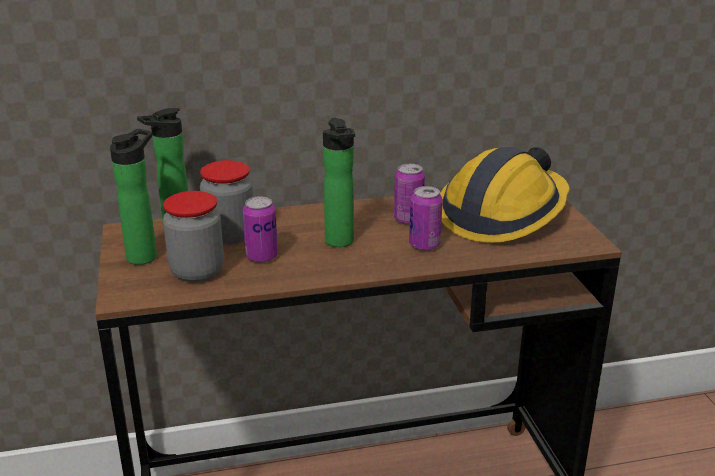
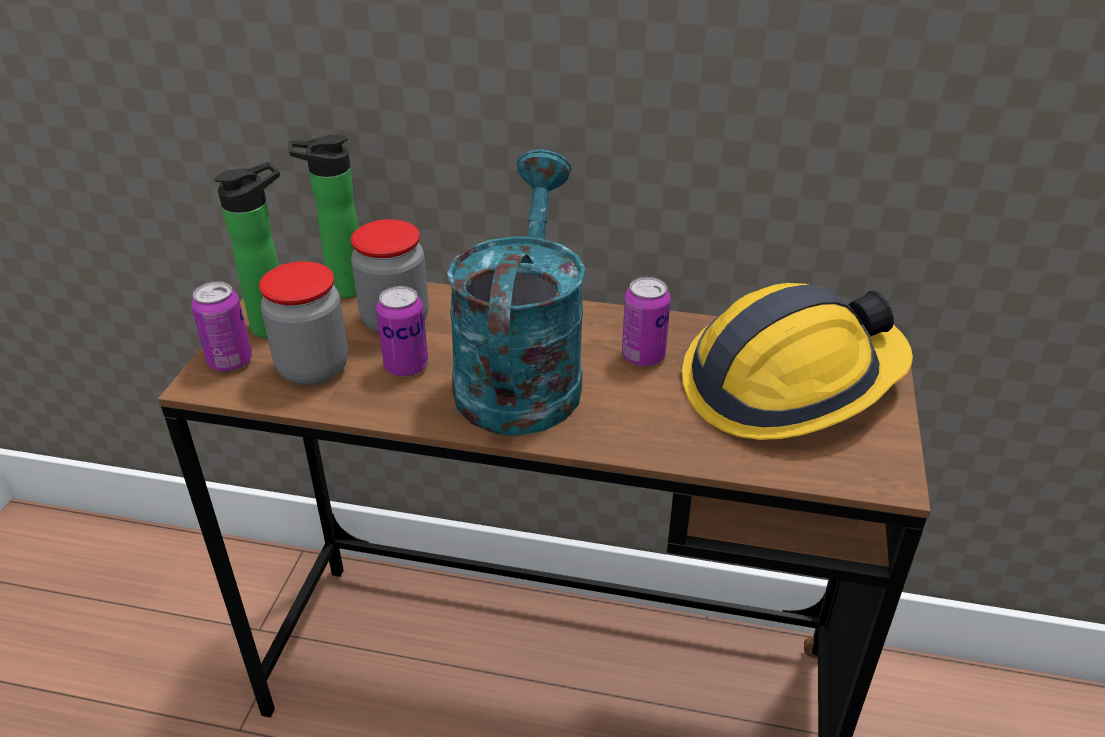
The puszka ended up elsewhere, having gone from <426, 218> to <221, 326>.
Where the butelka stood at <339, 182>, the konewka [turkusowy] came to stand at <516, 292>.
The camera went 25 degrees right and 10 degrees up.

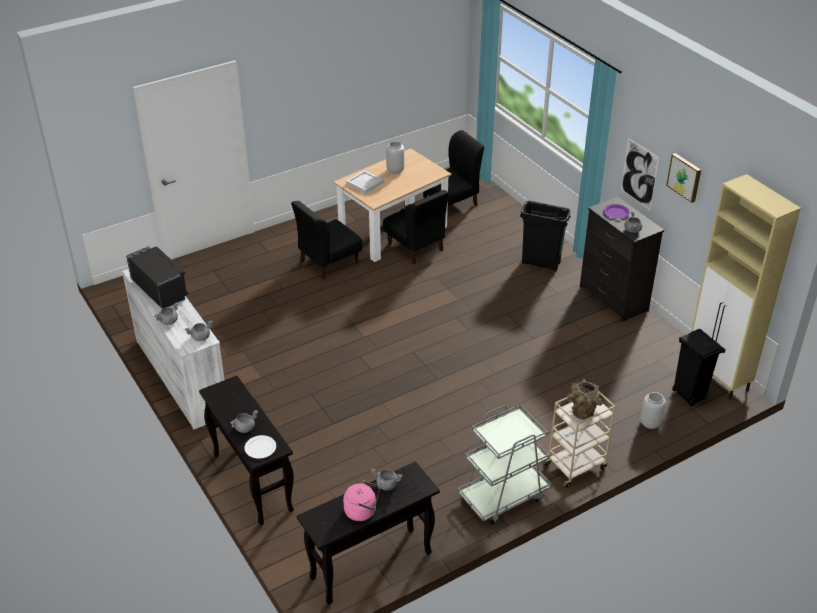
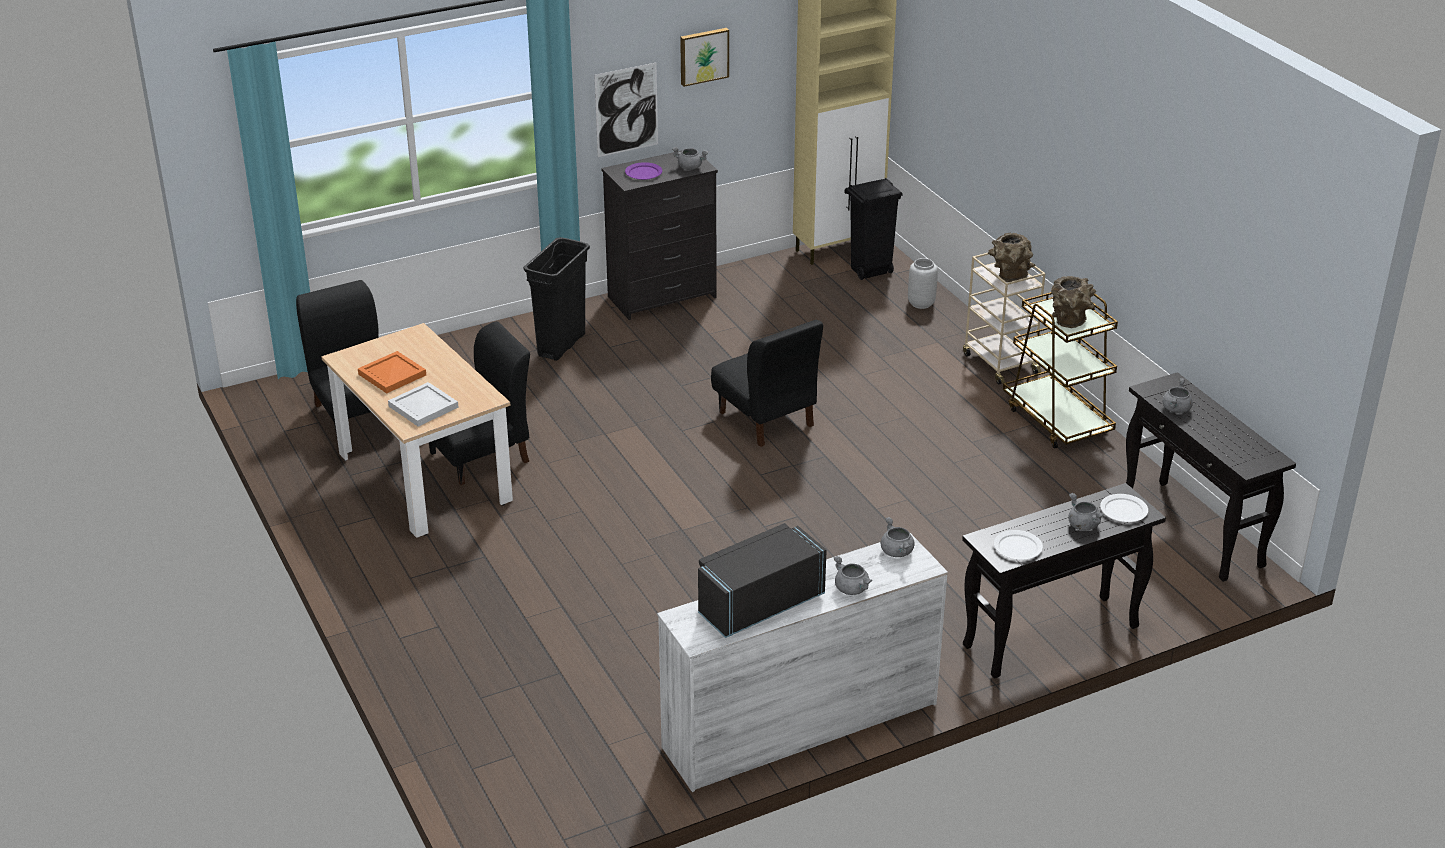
Where the wazon [szary] stood at <395, 157>, the taca [pomarańczowy] came to stand at <392, 372>.
The krzesło [czarny] ended up elsewhere, having gone from <326, 240> to <767, 383>.
The second view gained the talerz [biały] at <1018, 545>.
What was the wózek [szary] at <505, 464> turned into the wózek [brązowy] at <1060, 370>.
The second view gained the wazon [brązowy] at <1073, 302>.
The second view lost the czajnik [różowy] at <361, 500>.
The camera went 85 degrees left and 5 degrees down.

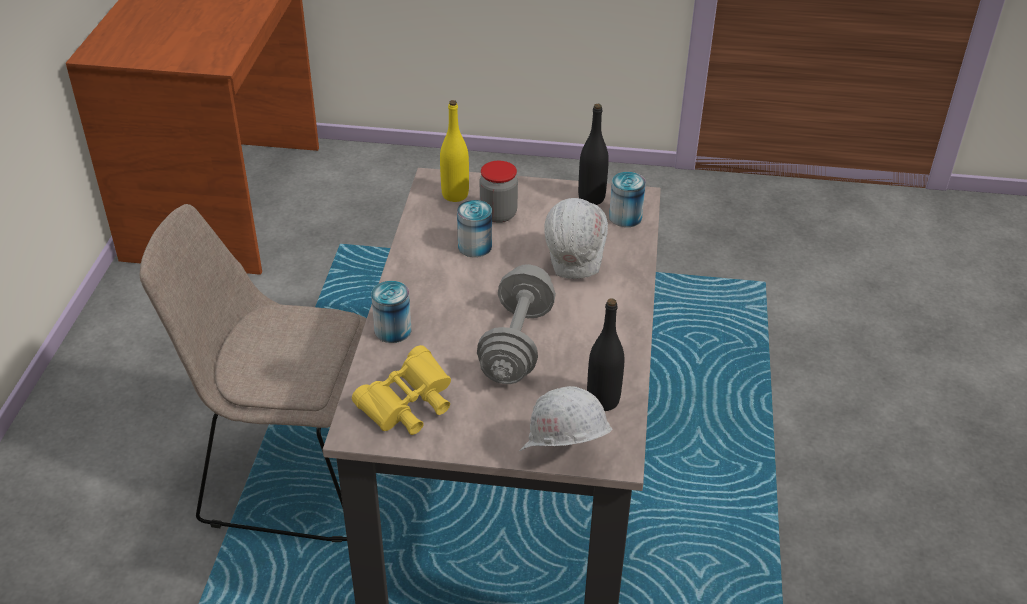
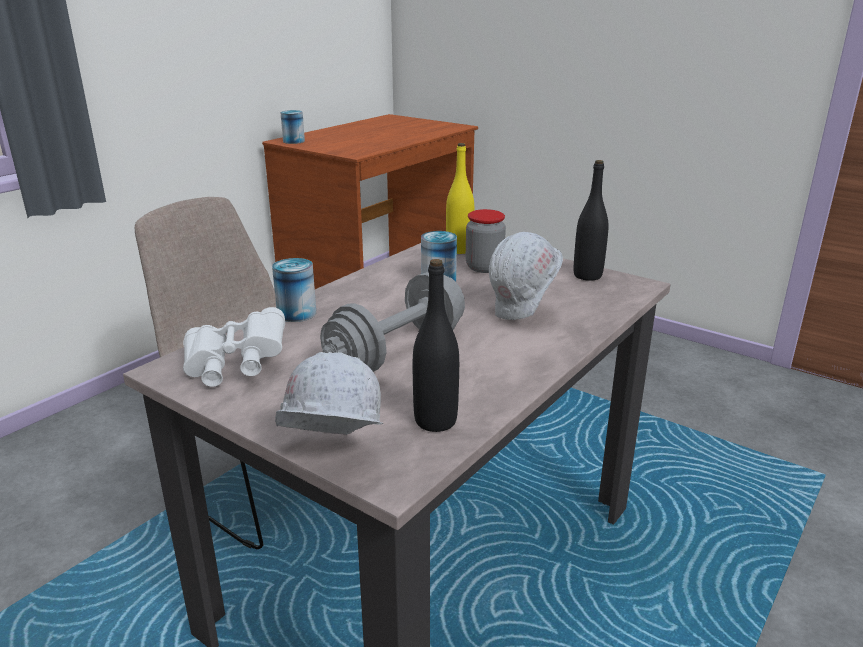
What was the lornetka [żółty] at <401, 390> turned into the lornetka [biały] at <234, 347>.
The puszka ended up elsewhere, having gone from <627, 199> to <292, 127>.
The camera went 30 degrees right and 15 degrees down.

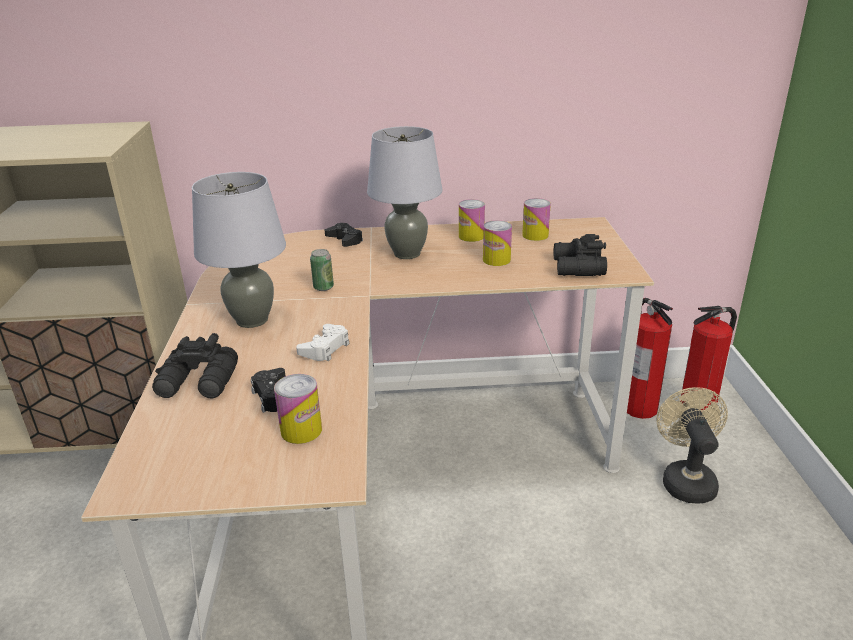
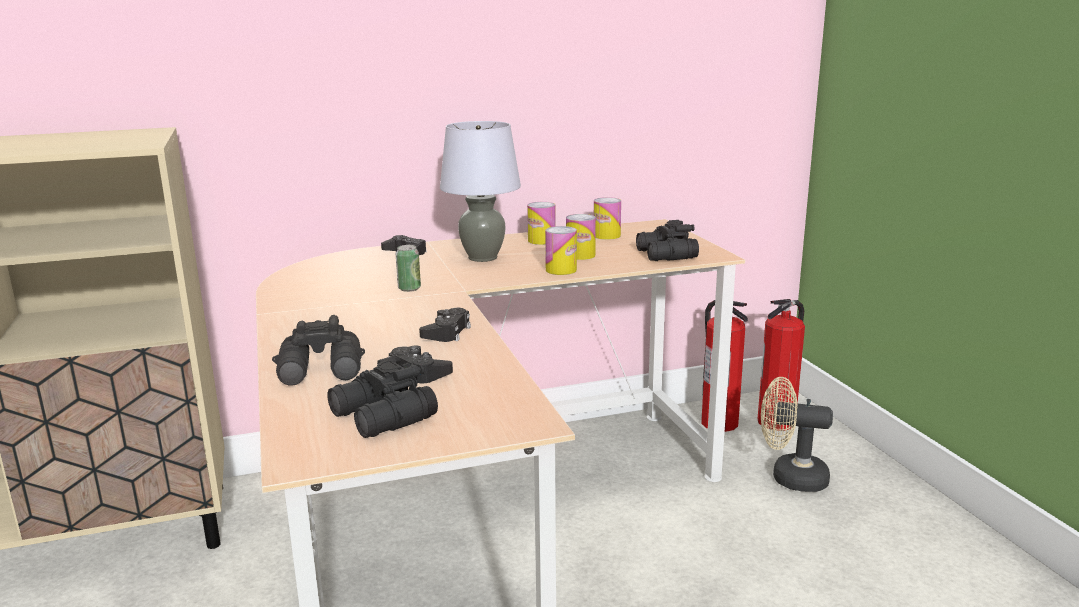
The second view gained the lornetka [czarny] at <382, 397>.
What was the pad do gier [biały] at <323, 342> turned into the pad do gier [czarny] at <445, 324>.
The puszka ended up elsewhere, having gone from <298, 409> to <561, 250>.
The wentylator [beżowy] at <692, 445> ended up facing another way, 60 degrees counterclockwise from before.
The second view lost the lampa stołowa [szary] at <239, 250>.
The camera went 15 degrees left and 10 degrees down.

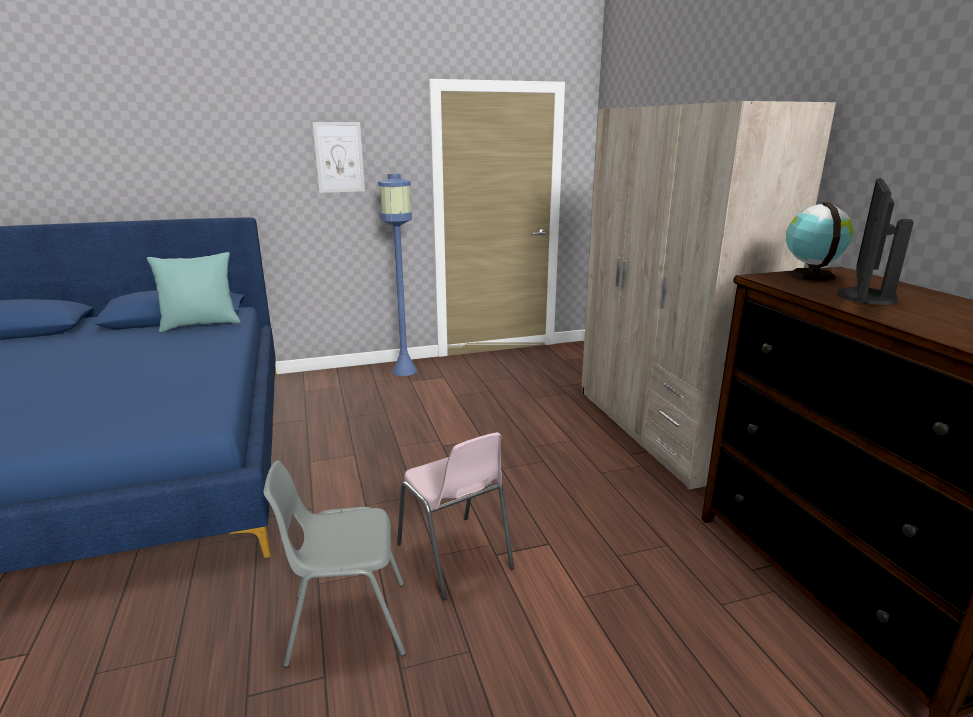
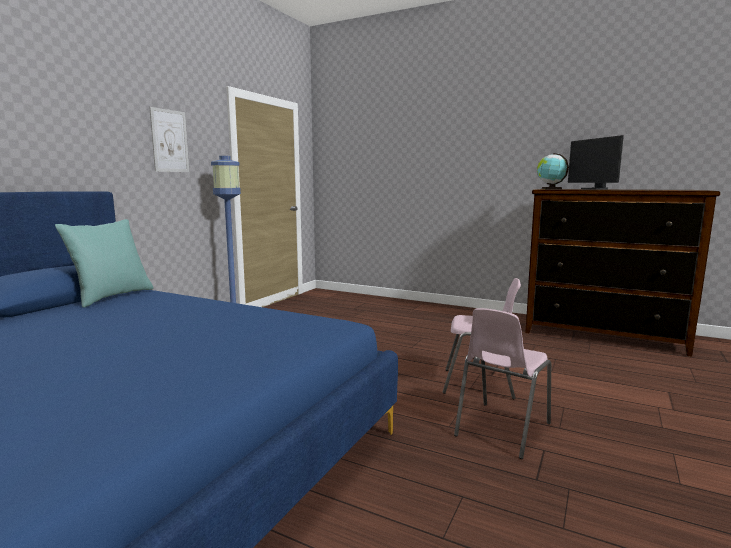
What was the krzesło [szary] at <334, 563> turned into the krzesło [różowy] at <502, 383>.
The second view lost the szafa [beżowy] at <708, 295>.
The camera went 45 degrees left and 10 degrees down.

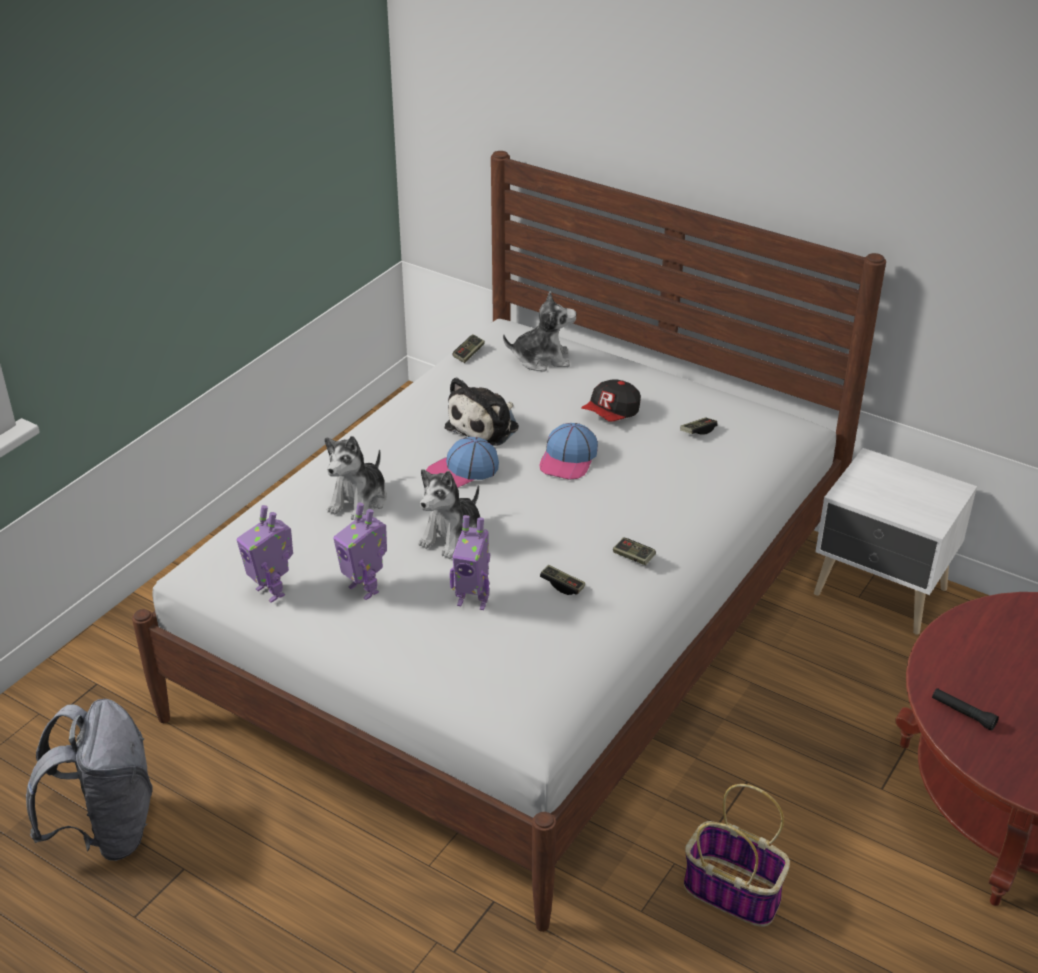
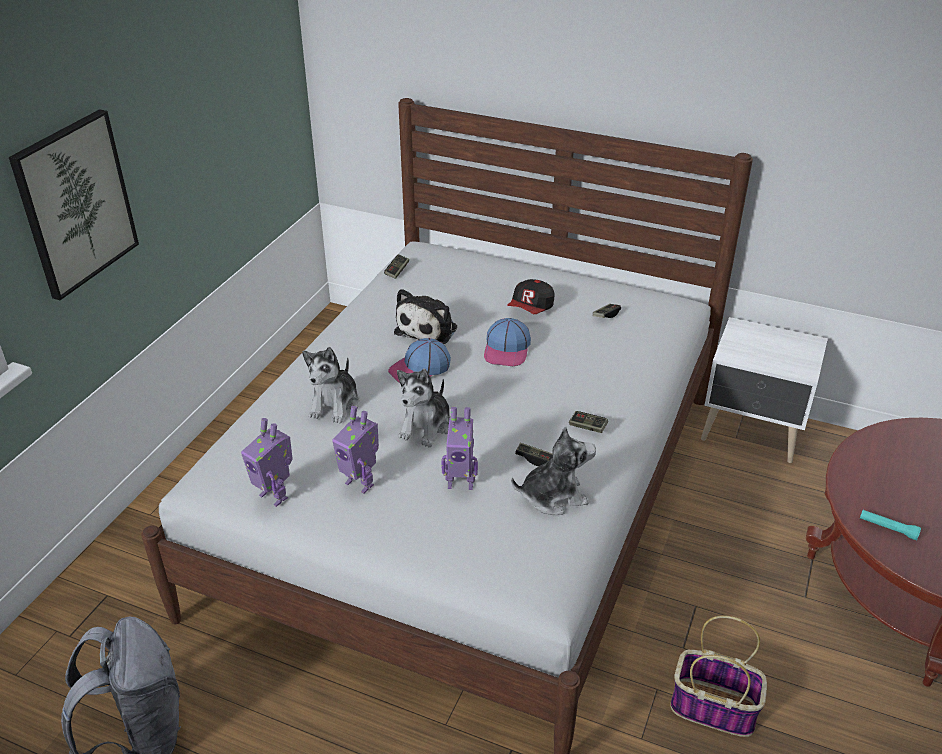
The second view gained the obraz at <74, 204>.
The pluszak ended up elsewhere, having gone from <540, 331> to <553, 470>.
What was the latarka [czarny] at <965, 709> turned into the latarka [turkusowy] at <890, 525>.
The camera went 10 degrees left and 0 degrees up.

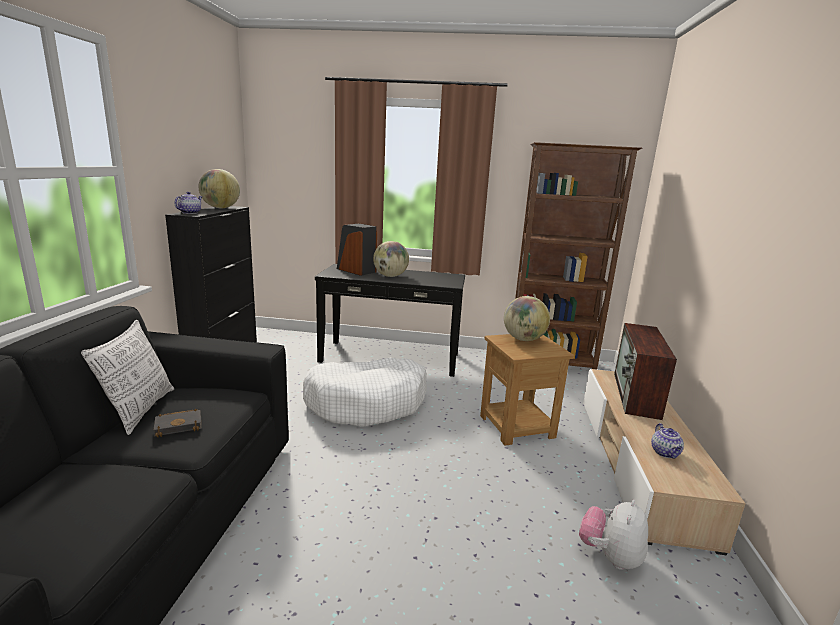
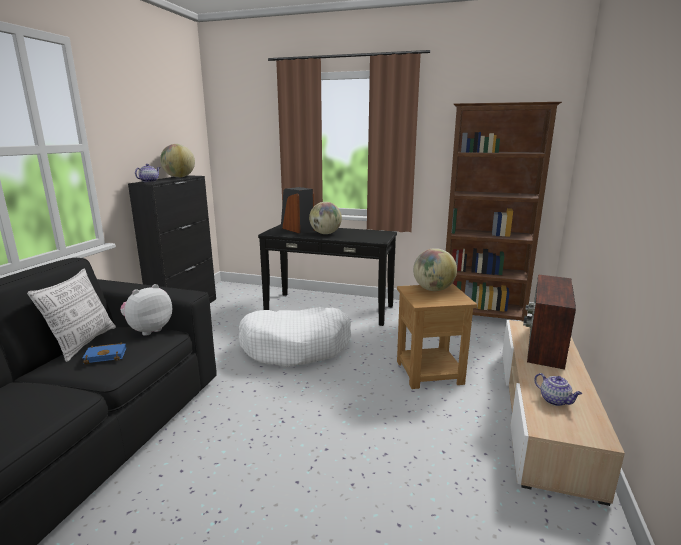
What was the książka [czarny] at <177, 423> turned into the książka [niebieski] at <104, 353>.
The pluszak ended up elsewhere, having gone from <613, 535> to <146, 310>.
The imbryk at <667, 440> ended up facing another way, 45 degrees counterclockwise from before.
The camera went 10 degrees right and 0 degrees up.

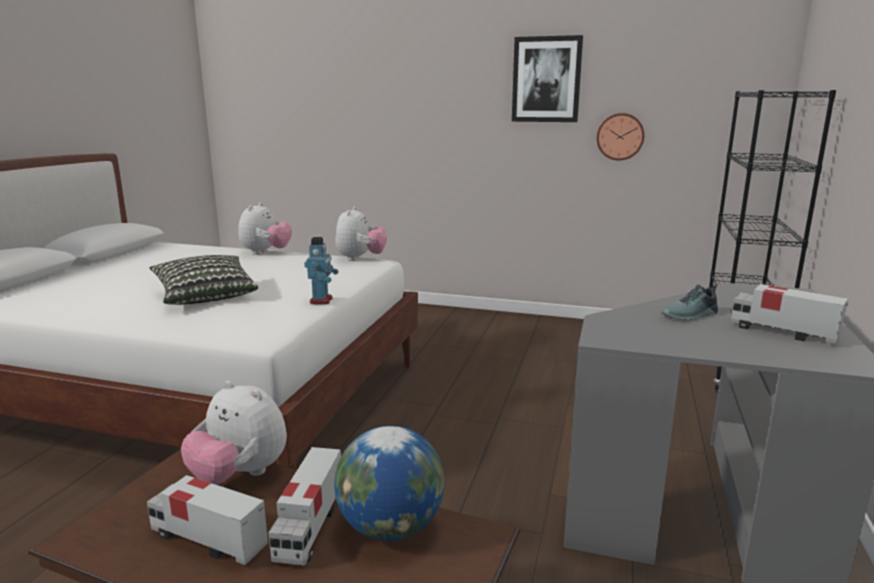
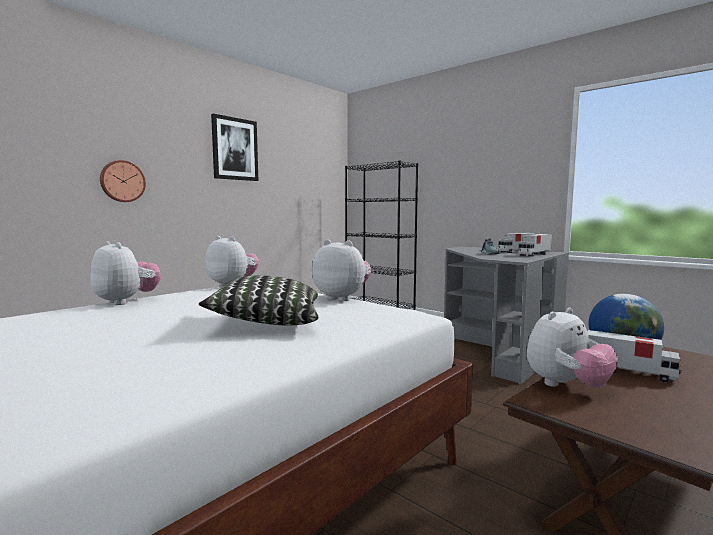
The zegar ścienny ended up elsewhere, having gone from <620, 136> to <123, 181>.
Where the robot zabawkowy stood at <321, 270>, the pluszak came to stand at <341, 270>.
The ciężarówka zabawkowa ended up elsewhere, having gone from <207, 520> to <535, 245>.
The camera went 65 degrees left and 10 degrees down.

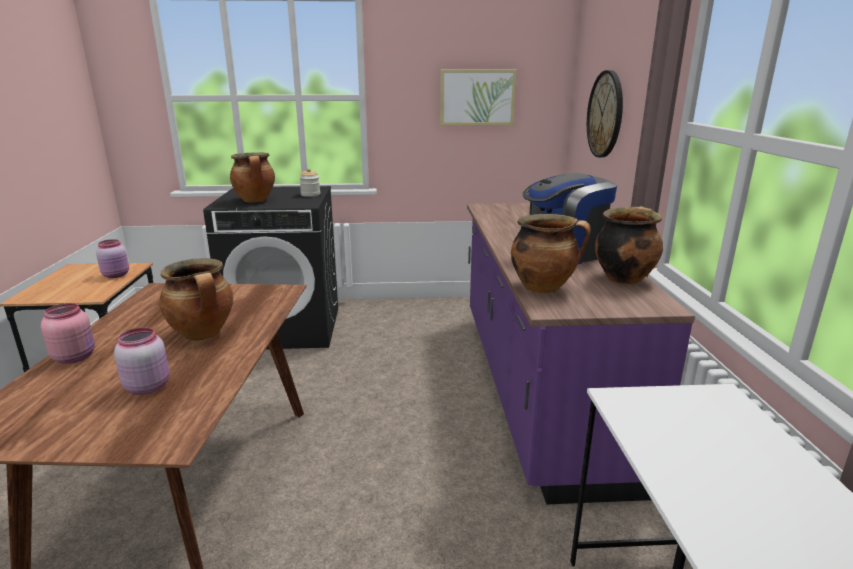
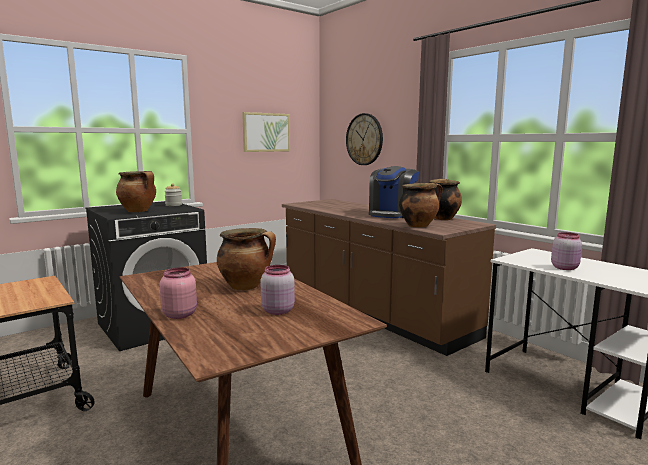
What was the zabudowa kuchenna [fioletowy] at <581, 354> turned into the zabudowa kuchenna [brązowy] at <389, 277>.
The słoik [różowy] ended up elsewhere, having gone from <112, 258> to <566, 251>.
The camera went 35 degrees left and 10 degrees down.

